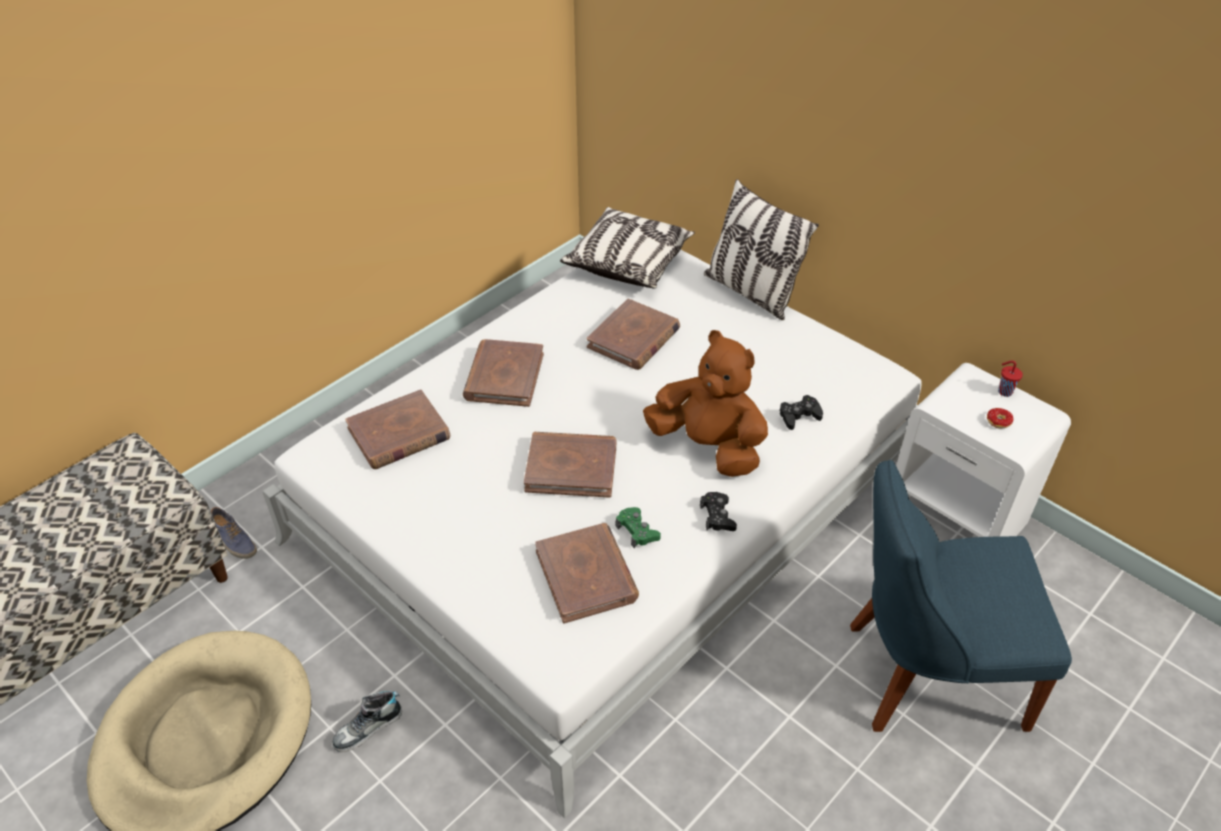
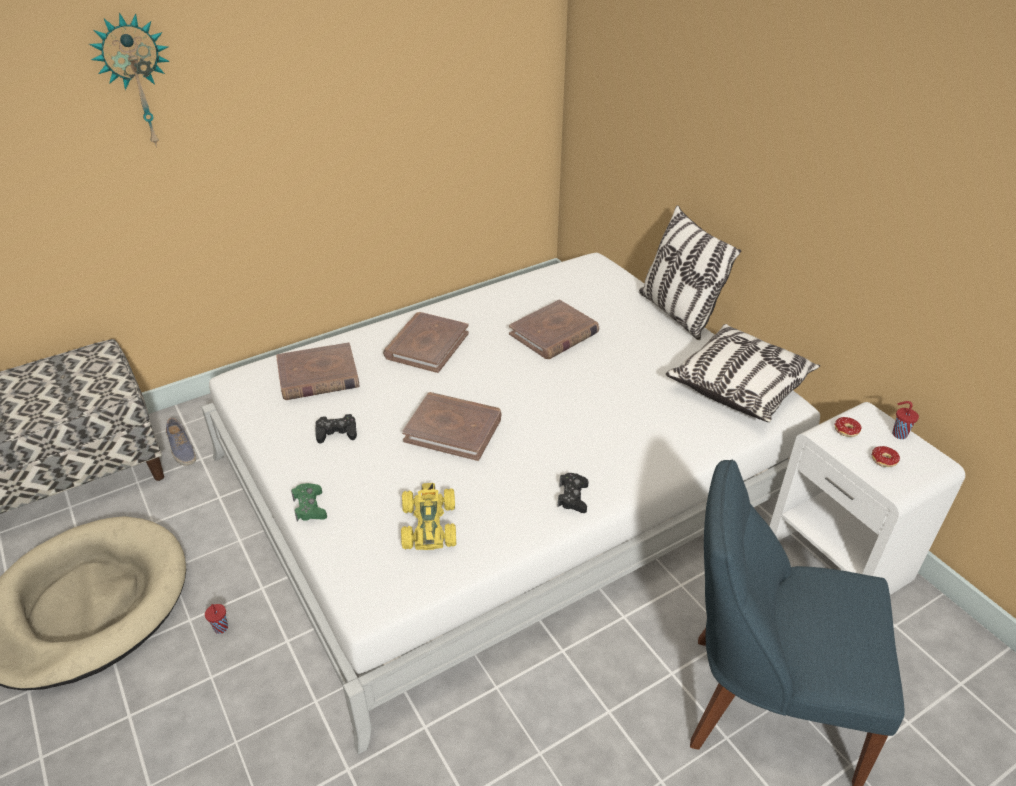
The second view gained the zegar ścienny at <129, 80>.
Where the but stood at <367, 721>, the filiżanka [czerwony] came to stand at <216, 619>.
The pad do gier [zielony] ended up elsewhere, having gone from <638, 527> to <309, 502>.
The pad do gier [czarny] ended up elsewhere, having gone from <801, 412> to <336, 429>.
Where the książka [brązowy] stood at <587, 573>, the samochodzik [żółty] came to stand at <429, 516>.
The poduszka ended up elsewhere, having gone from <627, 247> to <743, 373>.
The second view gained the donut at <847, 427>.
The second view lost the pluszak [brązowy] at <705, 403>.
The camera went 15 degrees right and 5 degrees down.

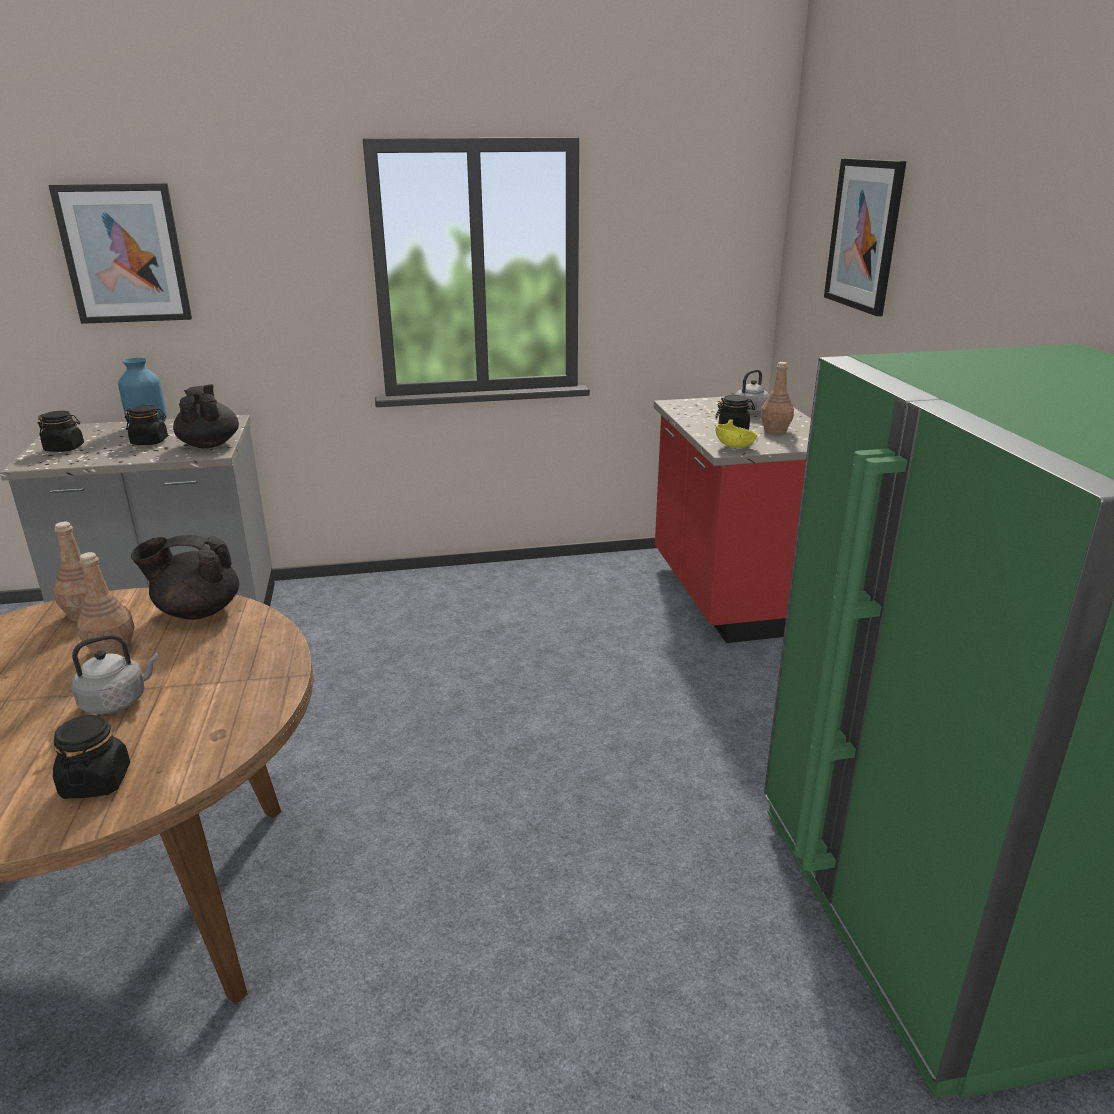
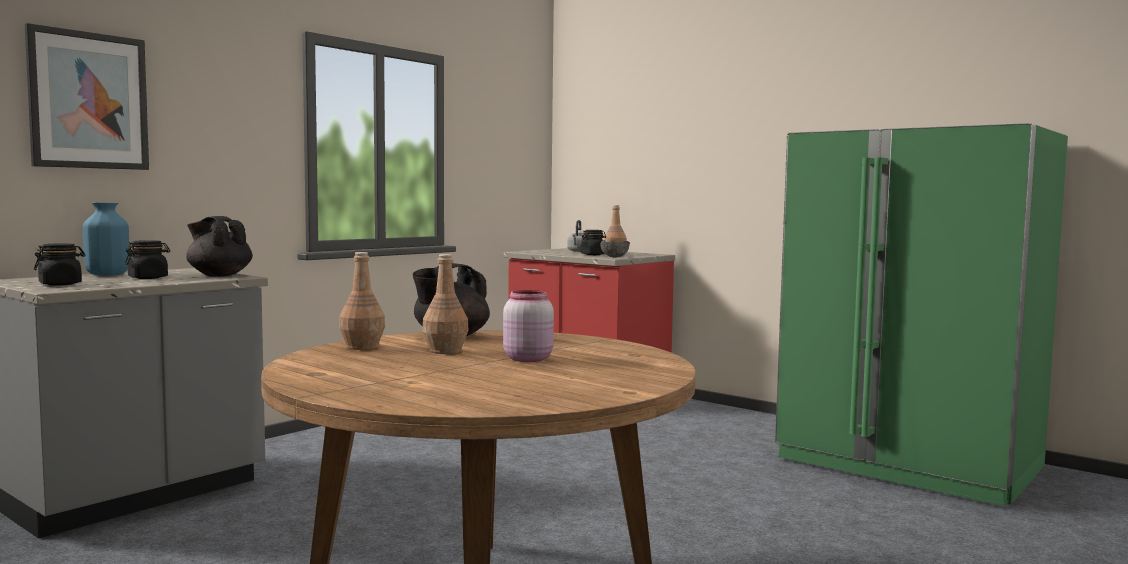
Where the czajnik [szary] stood at <115, 674>, the słoik [różowy] came to stand at <528, 326>.
What was the miska [żółty] at <736, 433> turned into the miska [szary] at <615, 249>.
The second view lost the słoik [czarny] at <91, 756>.
The second view lost the obraz at <865, 237>.
The camera went 40 degrees left and 20 degrees down.

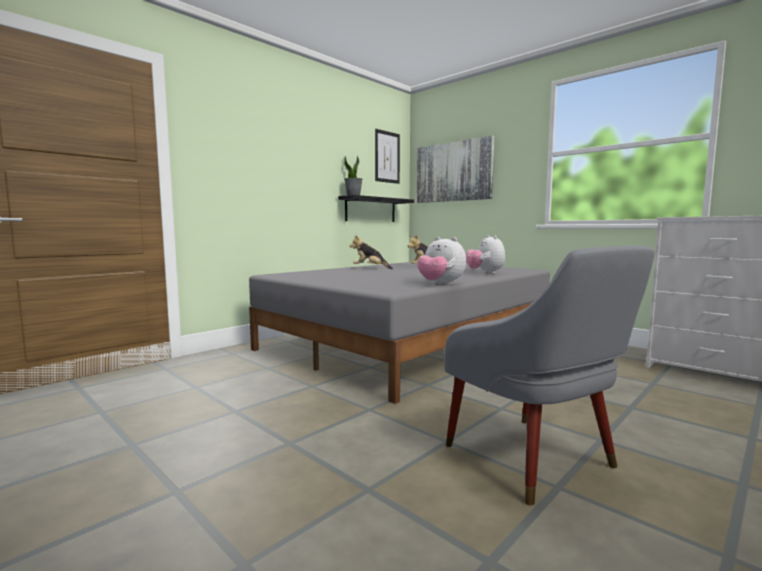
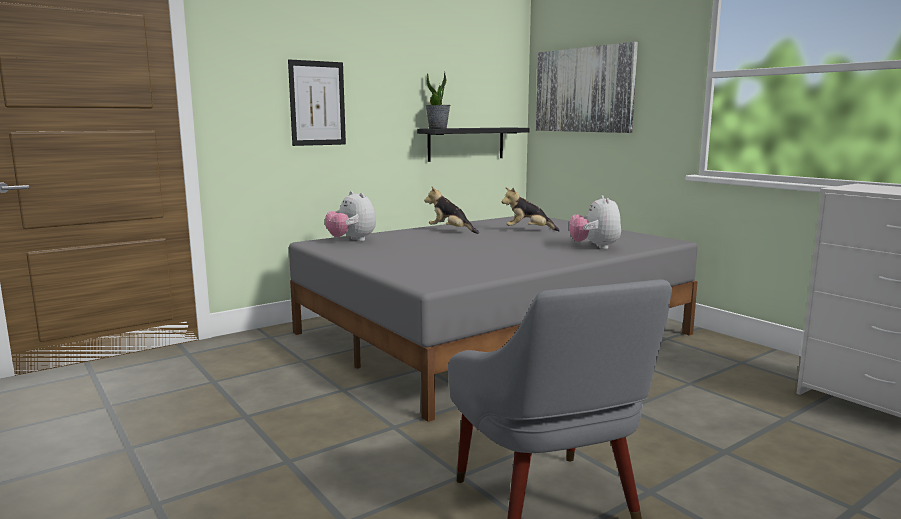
The obraz ended up elsewhere, having gone from <387, 156> to <317, 102>.
The pluszak ended up elsewhere, having gone from <441, 261> to <350, 216>.
The camera went 10 degrees right and 5 degrees up.

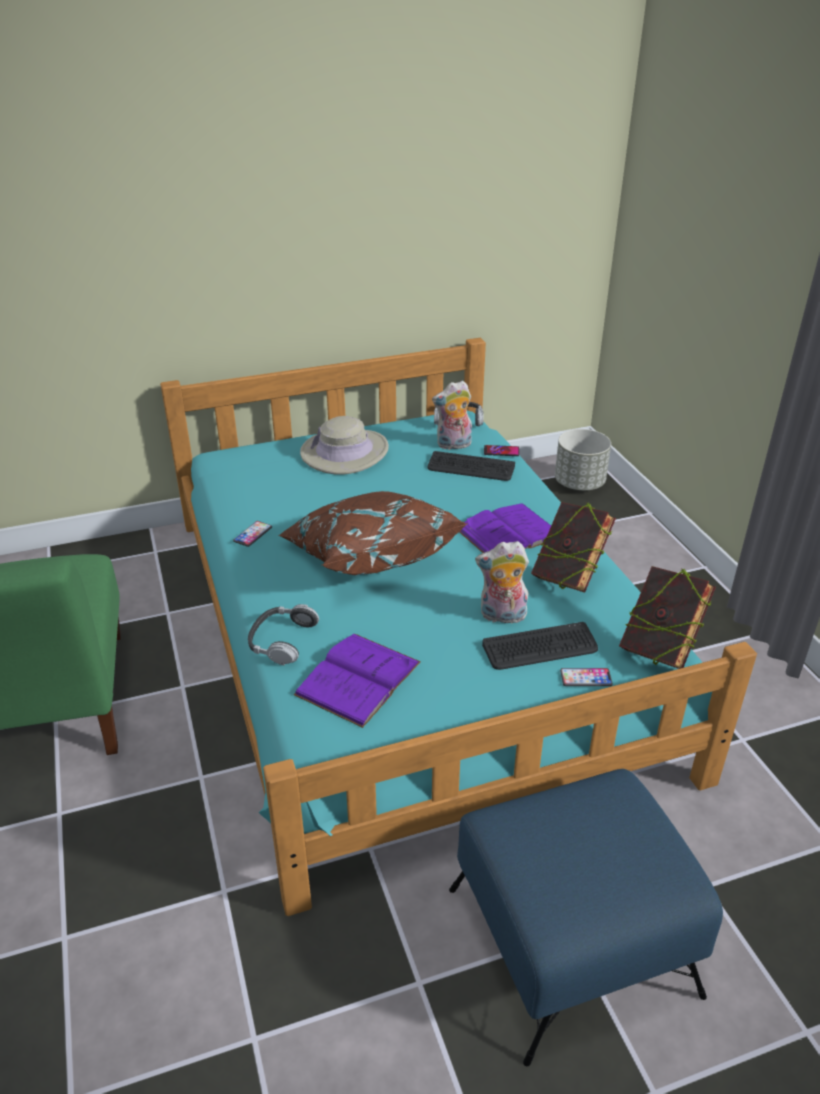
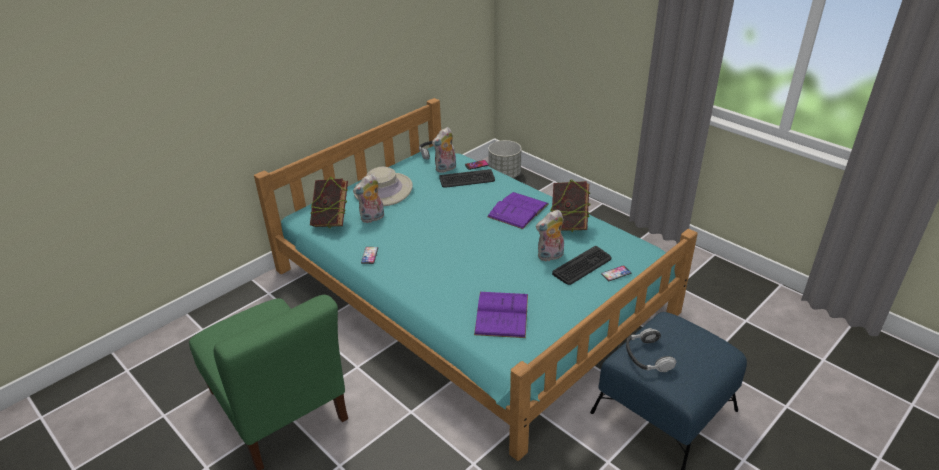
The książka ended up elsewhere, having gone from <667, 617> to <329, 202>.
The second view gained the pluszak at <368, 198>.
The słuchawki ended up elsewhere, having gone from <283, 634> to <651, 350>.
The second view lost the poduszka [brązowy] at <373, 533>.
The camera went 25 degrees left and 0 degrees up.

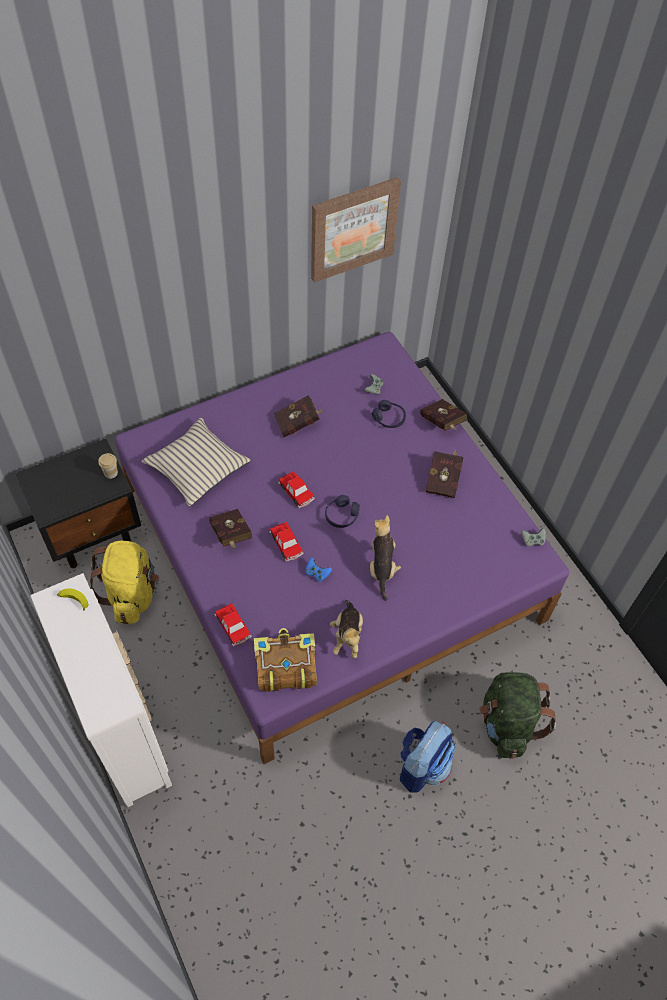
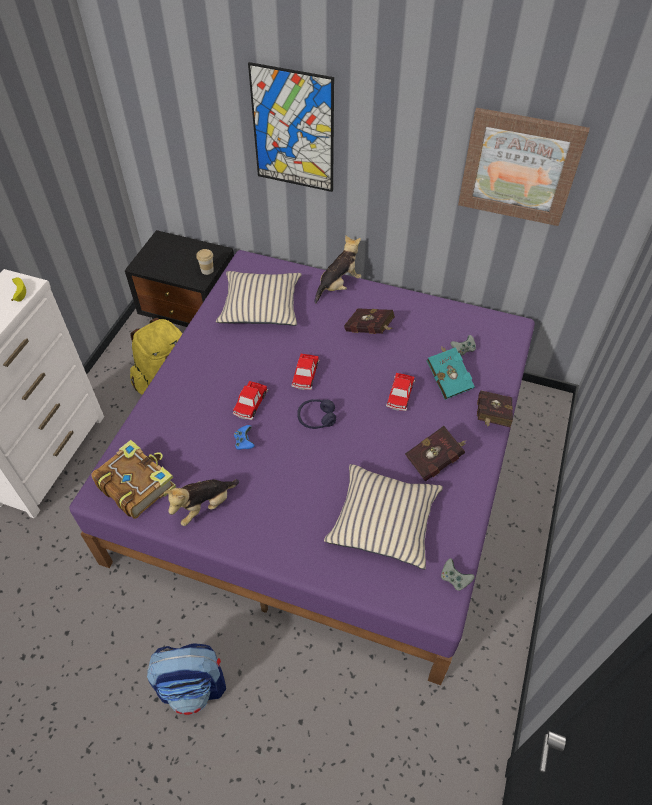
The second view gained the obraz at <291, 127>.
The pluszak ended up elsewhere, having gone from <385, 558> to <338, 269>.
The second view gained the poduszka [beżowy] at <383, 516>.
The samochodzik ended up elsewhere, having gone from <233, 625> to <400, 392>.
Where the słuchawki [fioletowy] stood at <389, 414>, the książka [turkusowy] came to stand at <450, 373>.
The second view lost the książka [czerwony] at <230, 528>.
The second view lost the plecak [zielony] at <517, 715>.
The camera went 50 degrees right and 5 degrees down.

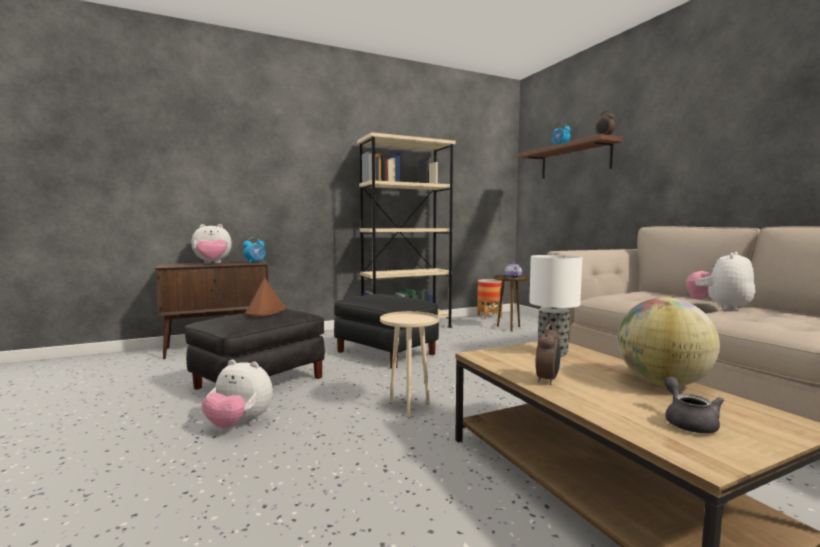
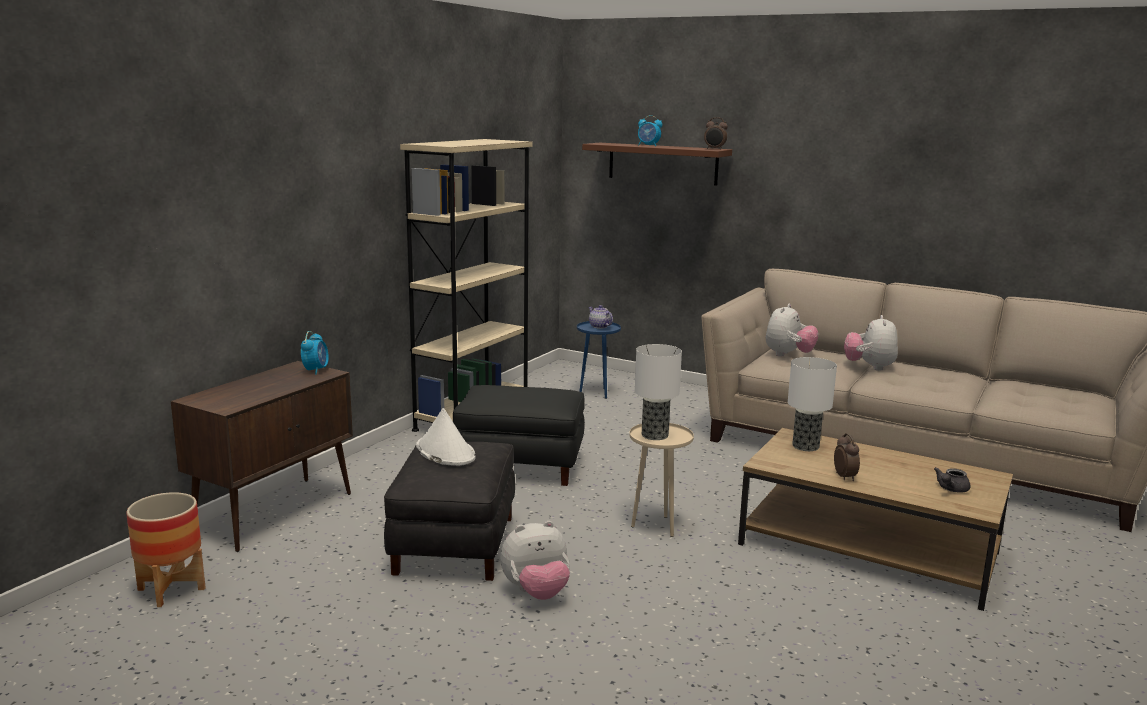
The donica ended up elsewhere, having gone from <490, 299> to <166, 549>.
What was the kapelusz [brązowy] at <265, 297> turned into the kapelusz [biały] at <446, 437>.
What was the stolik [brązowy] at <511, 303> turned into the stolik [niebieski] at <599, 360>.
The second view gained the lampa stołowa at <658, 392>.
The pluszak ended up elsewhere, having gone from <211, 244> to <792, 330>.
The imbryk [szary] at <694, 405> ended up facing another way, 105 degrees counterclockwise from before.
The second view lost the globus at <668, 341>.
The camera went 35 degrees left and 10 degrees up.

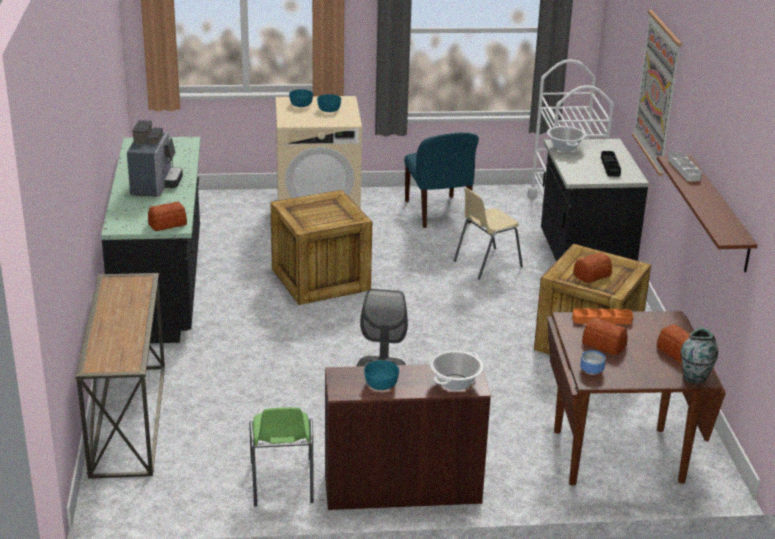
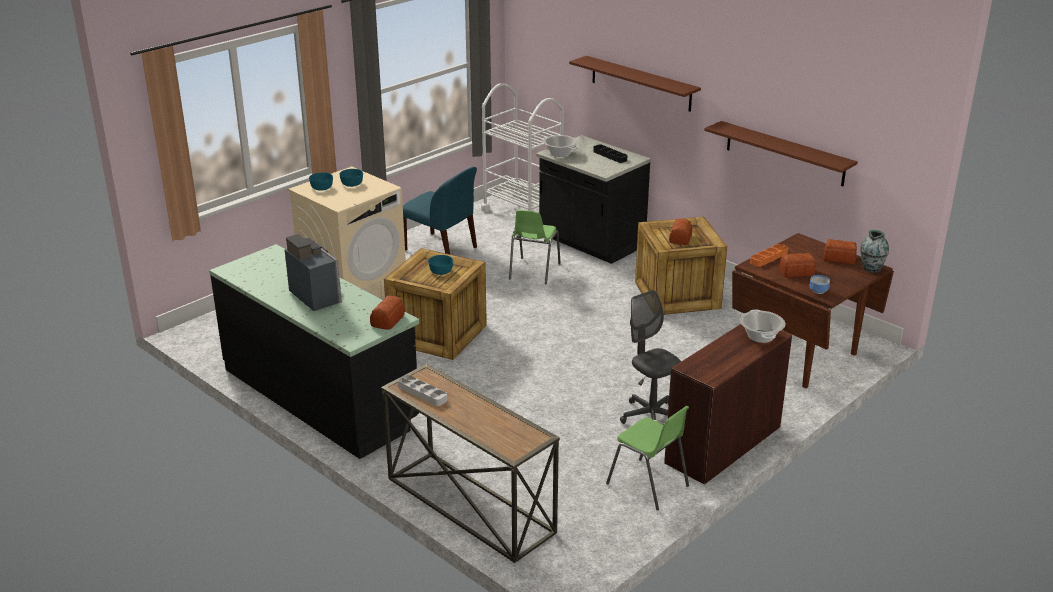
The taca [szary] ended up elsewhere, having gone from <685, 167> to <422, 390>.
The miska [turkusowy] ended up elsewhere, having gone from <381, 375> to <440, 265>.
What was the krzesło [beżowy] at <488, 233> turned into the krzesło [zielony] at <535, 247>.
Where the obraz hung at <657, 93>, the półka [brązowy] came to hang at <635, 84>.
The camera went 40 degrees left and 0 degrees up.

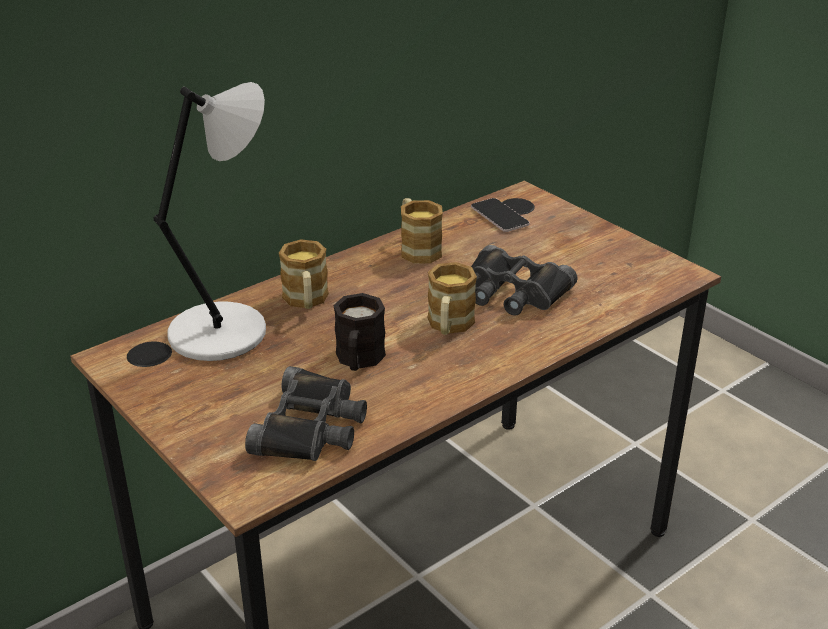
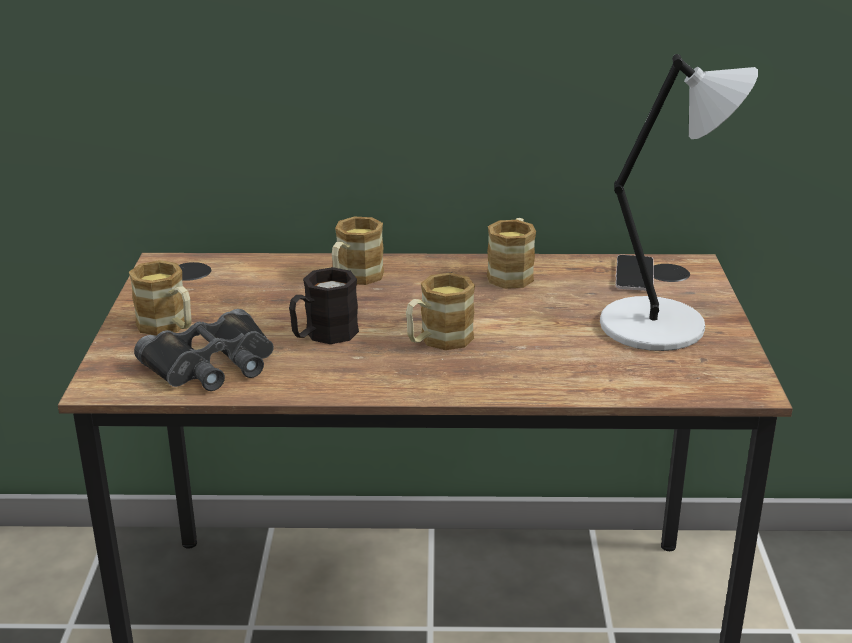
The second view gained the kubek at <160, 298>.
The lampa stołowa [szary] ended up elsewhere, having gone from <209, 221> to <679, 202>.
The second view lost the lornetka [czarny] at <524, 280>.
The camera went 40 degrees right and 5 degrees down.

